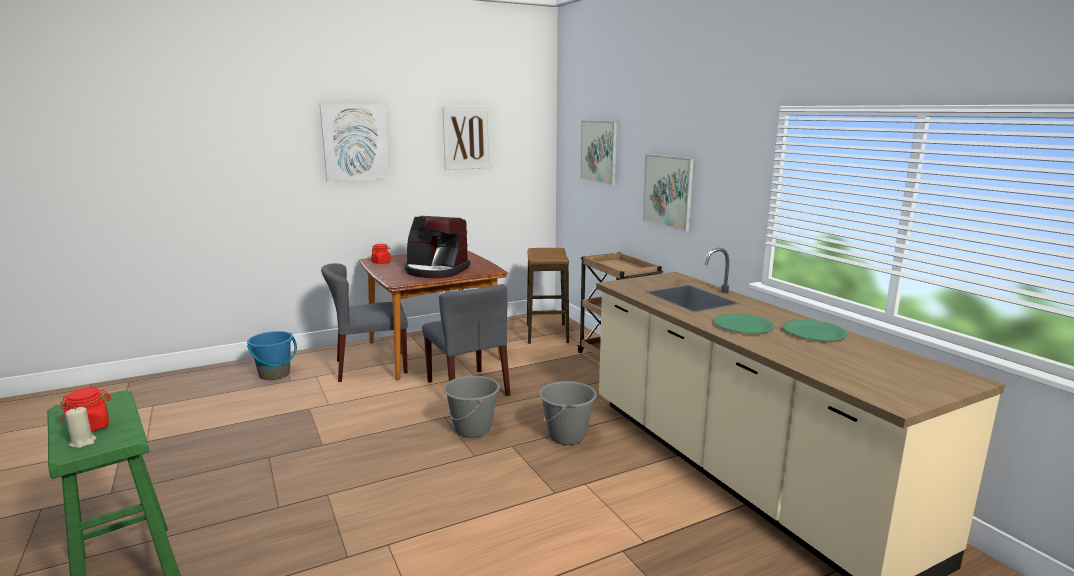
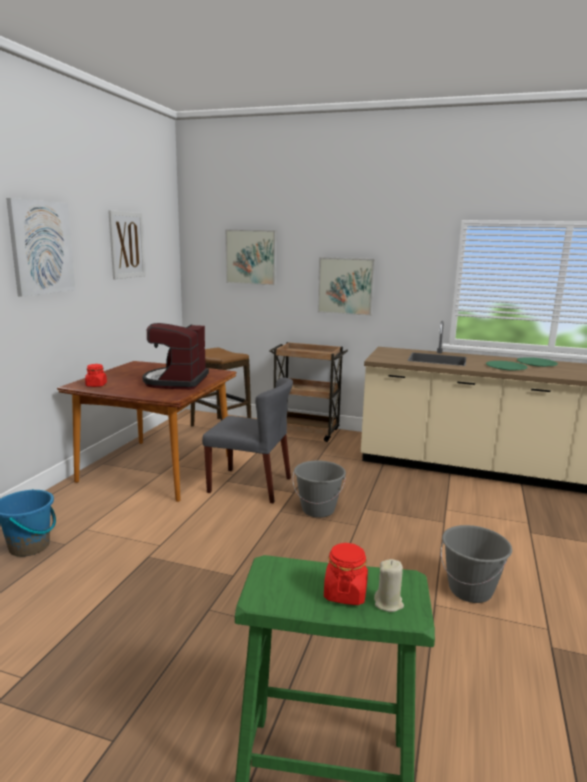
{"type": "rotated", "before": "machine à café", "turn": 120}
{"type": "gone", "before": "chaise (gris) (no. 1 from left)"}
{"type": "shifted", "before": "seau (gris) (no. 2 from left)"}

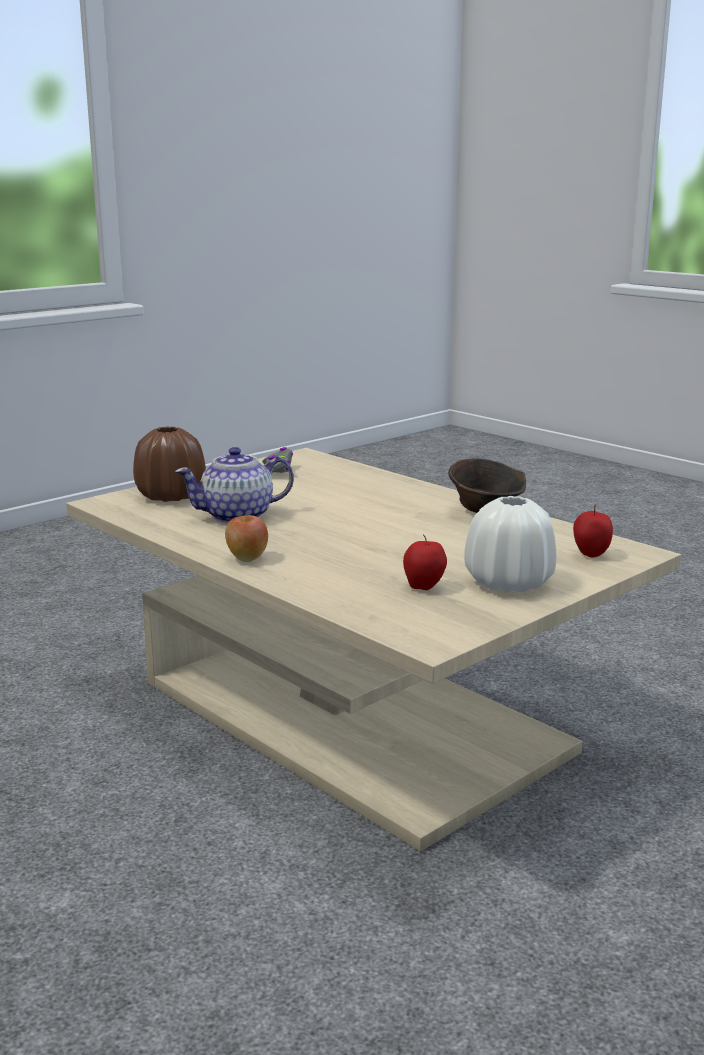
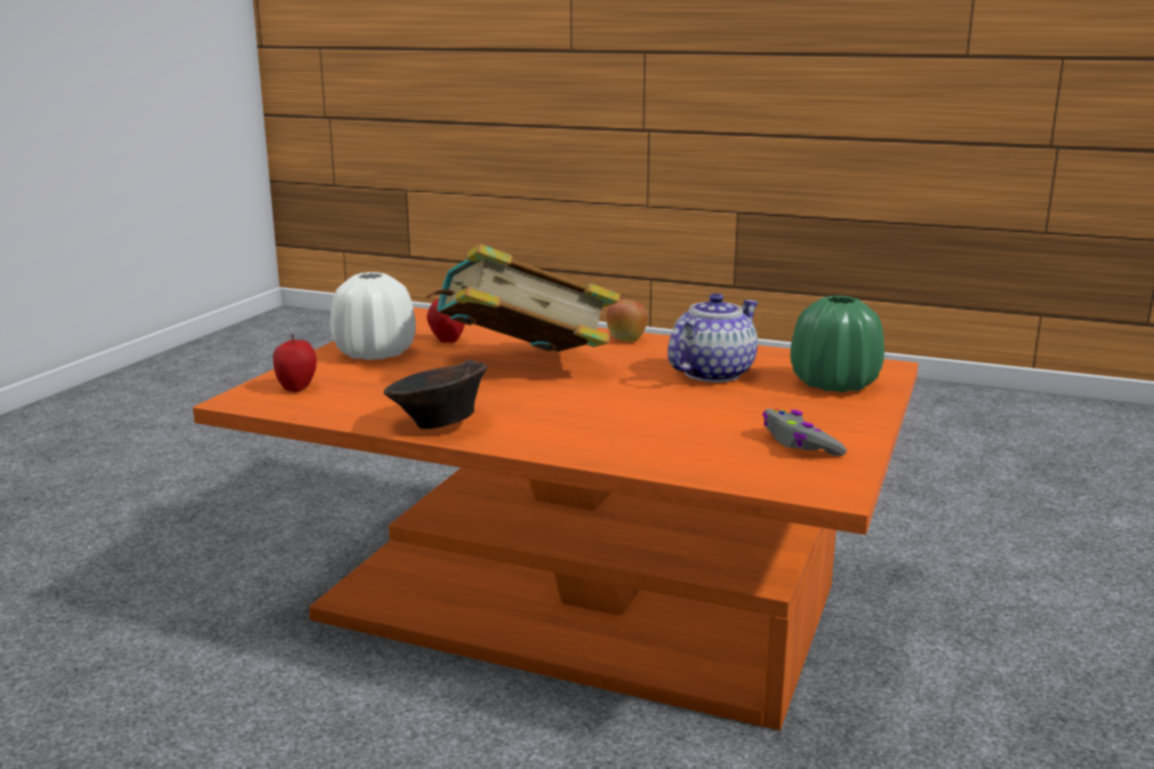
{"type": "repainted", "before": "vase (marron)", "after": "vase (vert)"}
{"type": "repainted", "before": "table basse (beige)", "after": "table basse (orange)"}
{"type": "new", "after": "livre"}

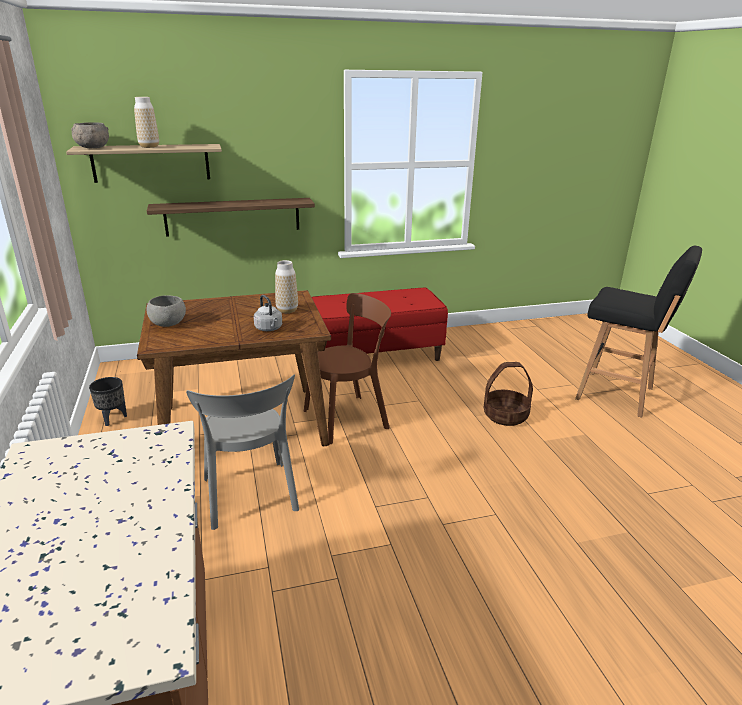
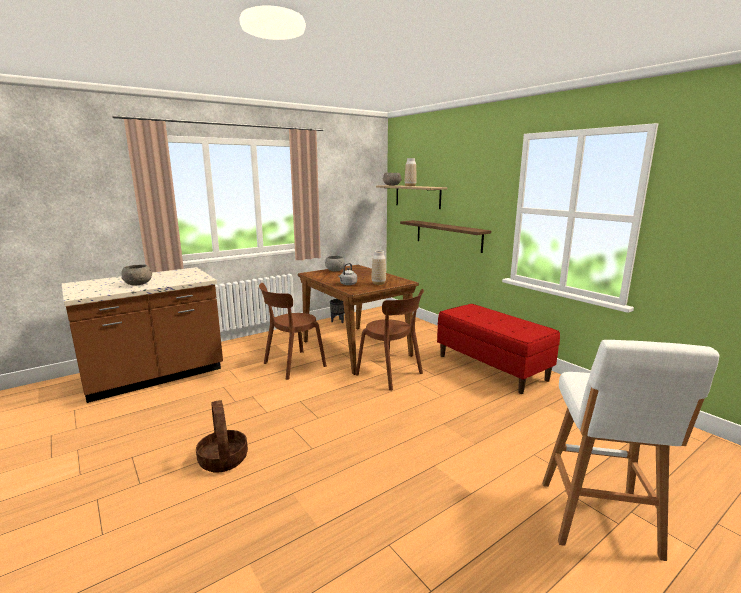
{"type": "repainted", "before": "tabouret (noir)", "after": "tabouret (blanc)"}
{"type": "shifted", "before": "panier"}
{"type": "repainted", "before": "chaise (gris)", "after": "chaise (marron) (no. 1 from left)"}
{"type": "new", "after": "bol (gris) (no. 1 from left)"}

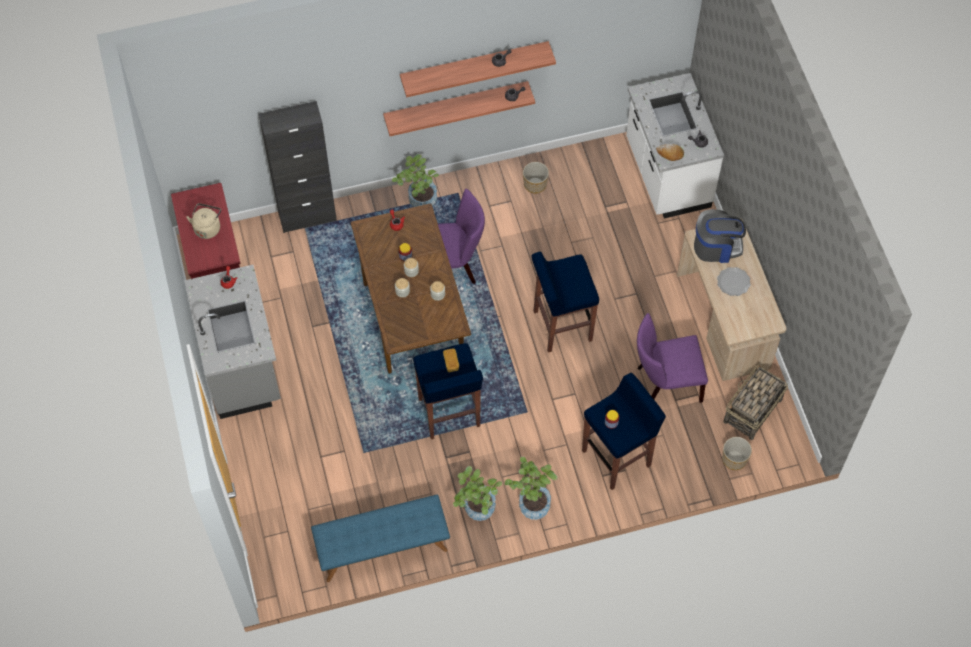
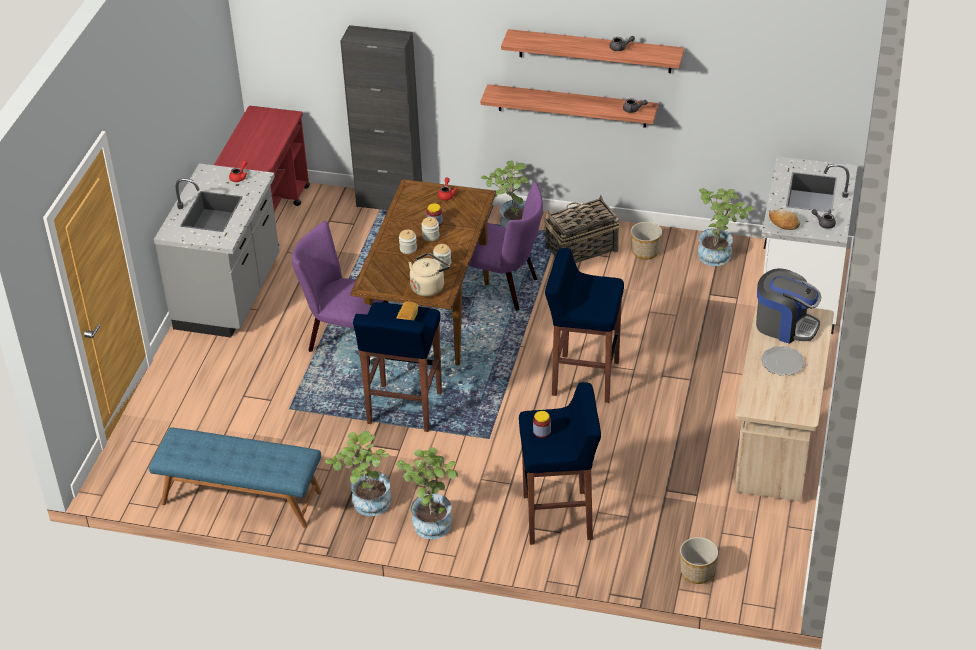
{"type": "shifted", "before": "bouilloire (beige)"}
{"type": "shifted", "before": "chaise (violet) (no. 2 from left in the first image)", "after": "chaise (violet) (no. 1 from left)"}
{"type": "shifted", "before": "panier"}
{"type": "new", "after": "plante en pot (no. 4 from left)"}

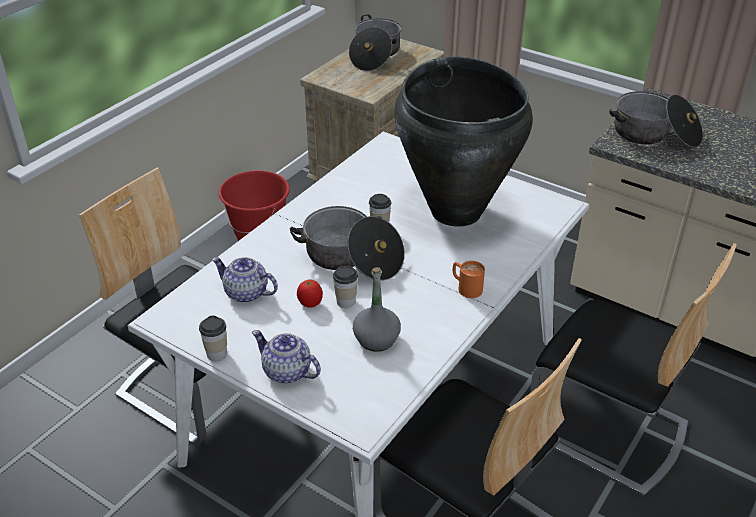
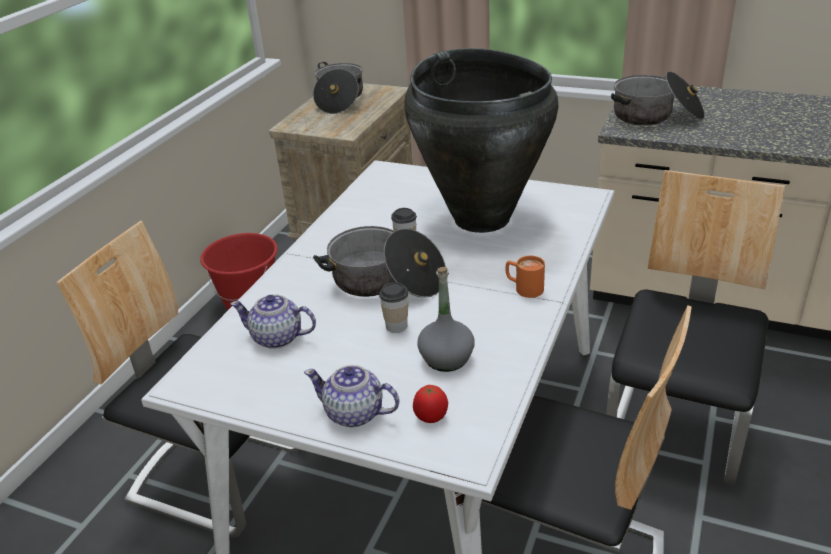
{"type": "rotated", "before": "chaise (no. 3 from left)", "turn": -90}
{"type": "shifted", "before": "tomate"}
{"type": "gone", "before": "tasse (no. 1 from left)"}

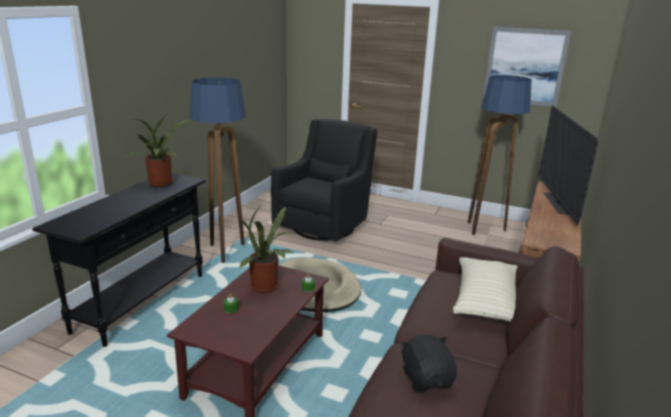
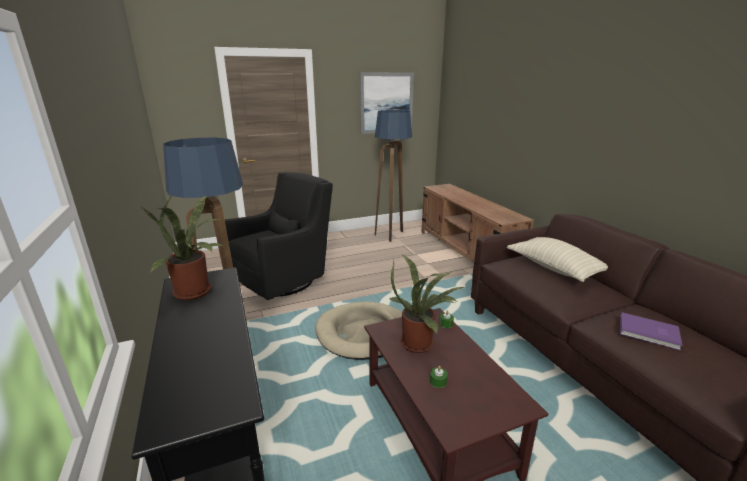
{"type": "gone", "before": "téléviseur"}
{"type": "rotated", "before": "fauteuil (noir)", "turn": 60}
{"type": "swapped", "before": "peluche (noir)", "after": "livre (violet)"}

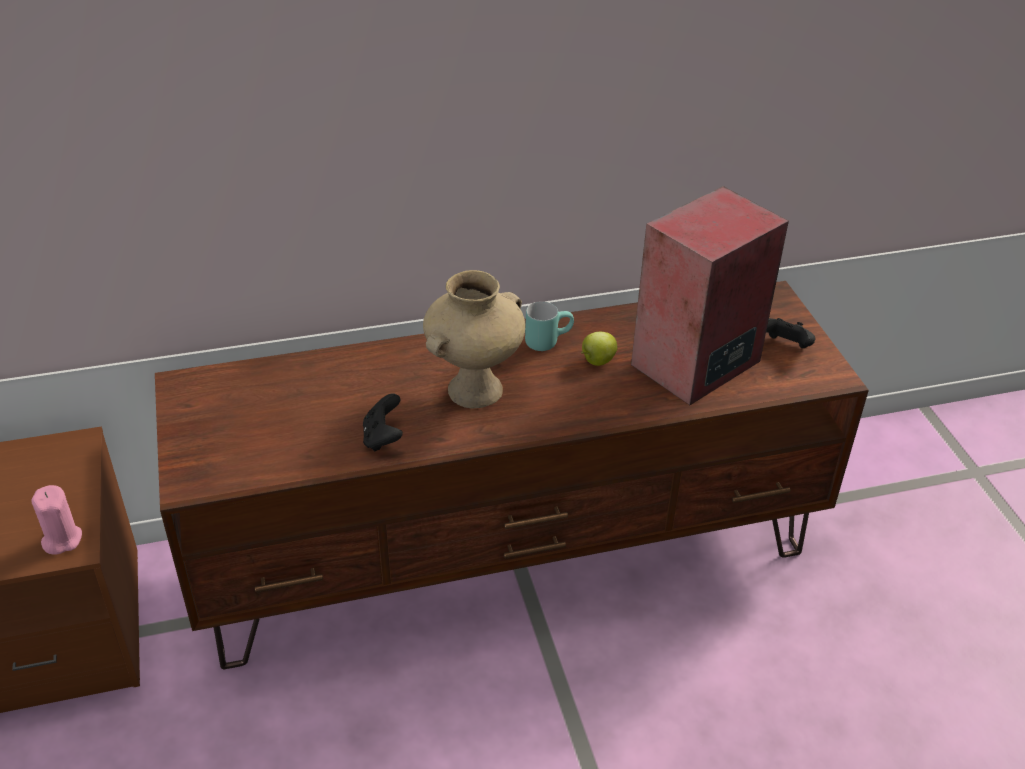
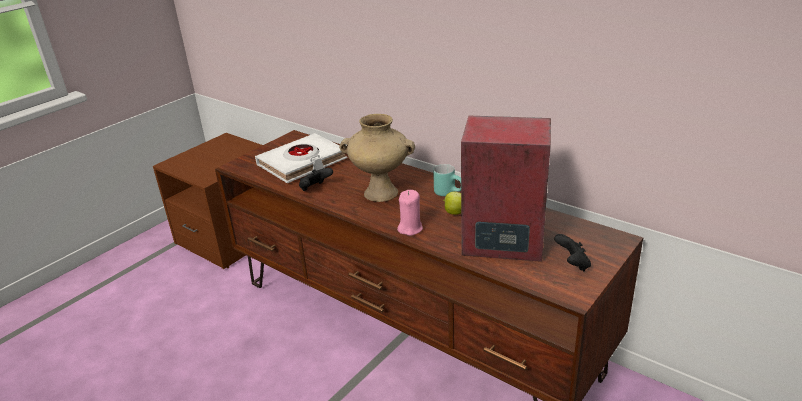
{"type": "shifted", "before": "bougie (rose)"}
{"type": "new", "after": "livre (blanc)"}

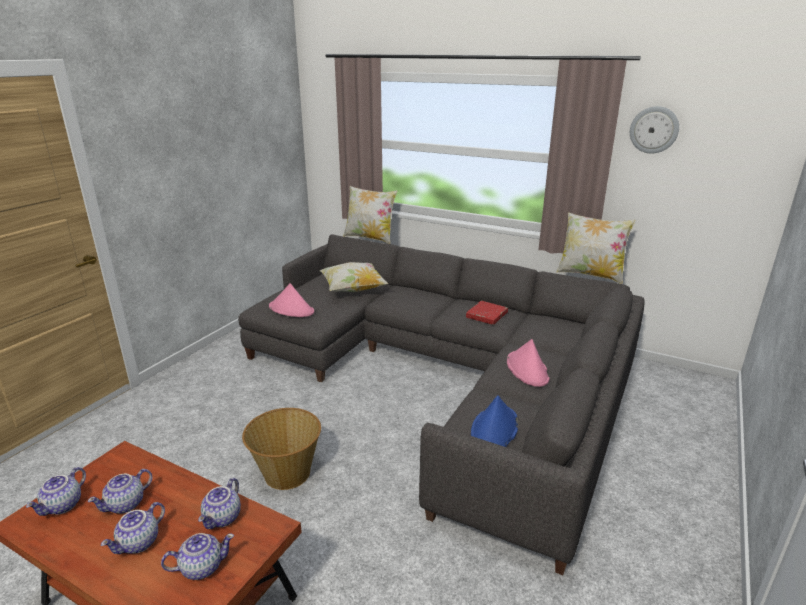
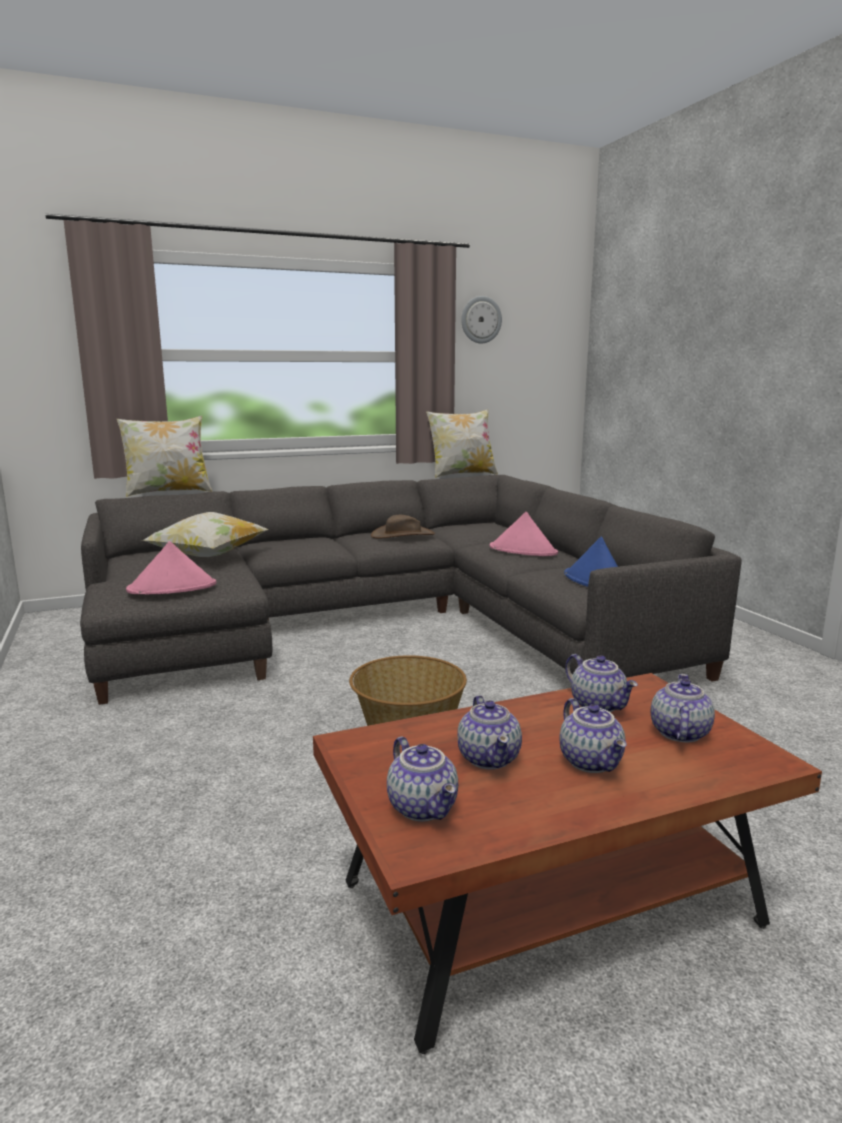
{"type": "swapped", "before": "livre (rouge)", "after": "chapeau (marron)"}

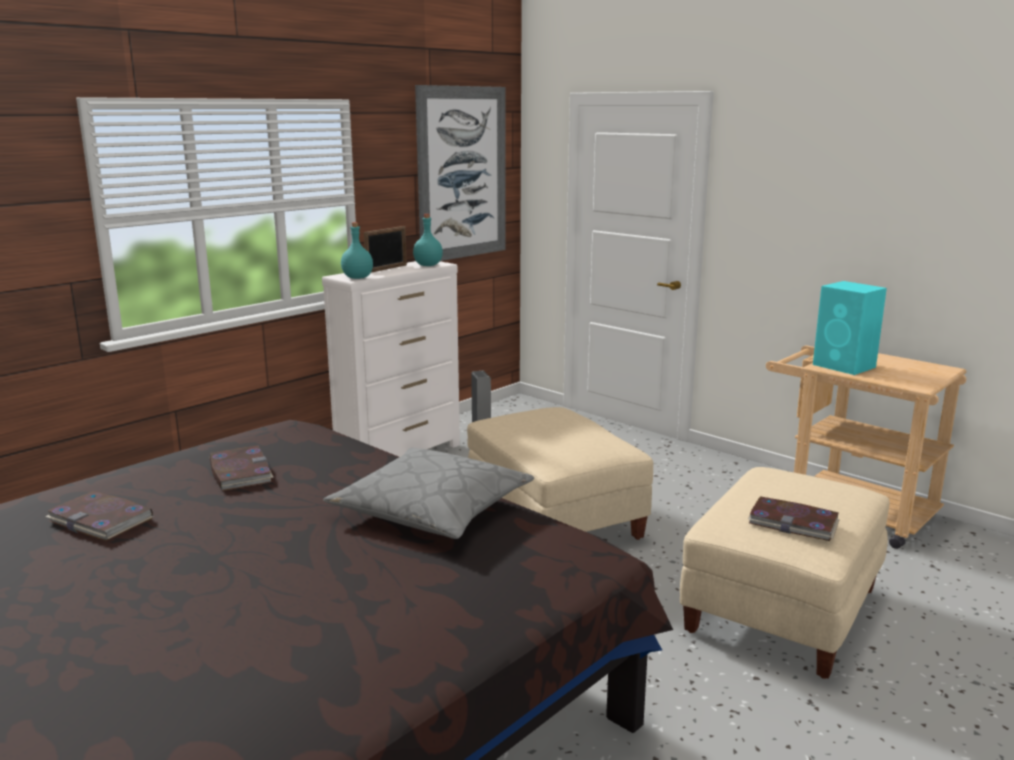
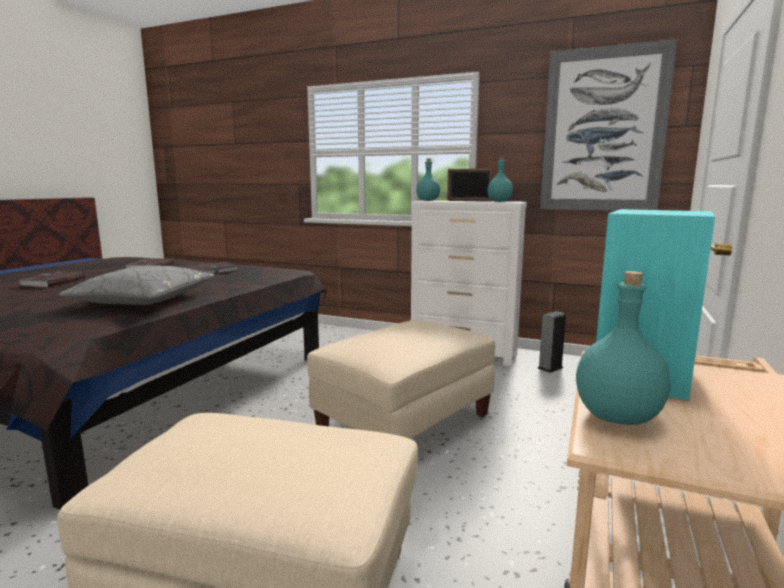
{"type": "shifted", "before": "livre (no. 3 from left in the first image)", "after": "livre (no. 1 from left)"}
{"type": "new", "after": "bouteille (turquoise) (no. 3 from left)"}

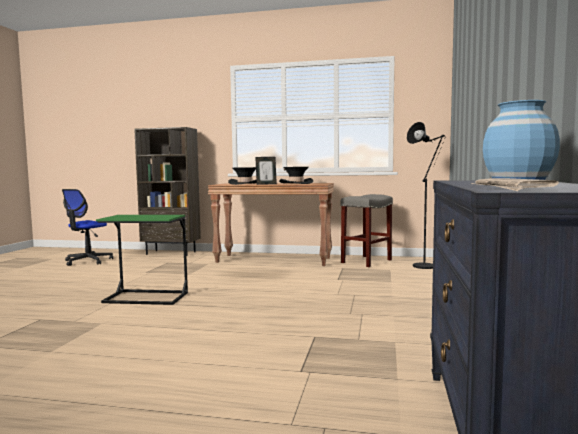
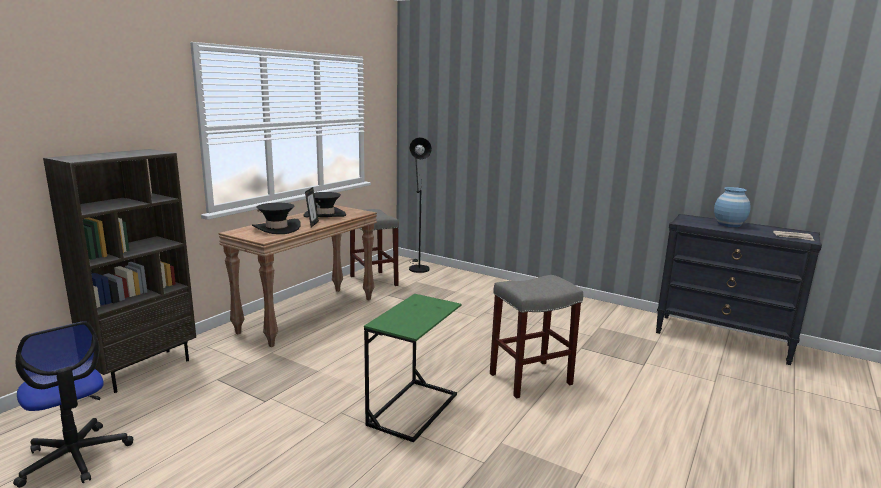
{"type": "new", "after": "tabouret (gris) (no. 2 from left)"}

